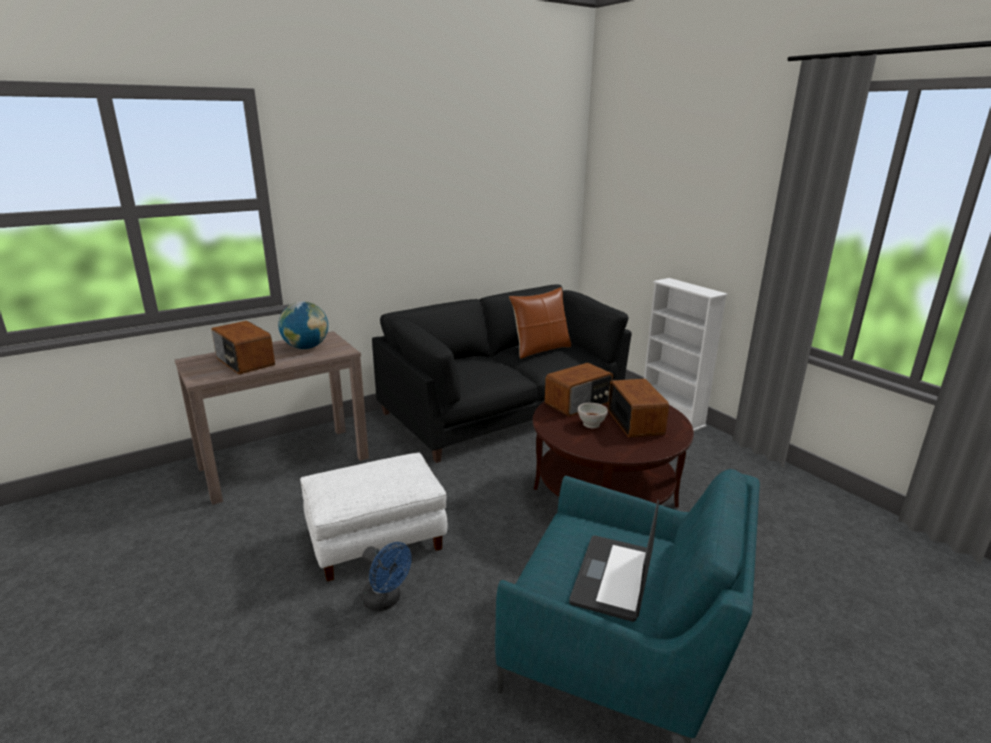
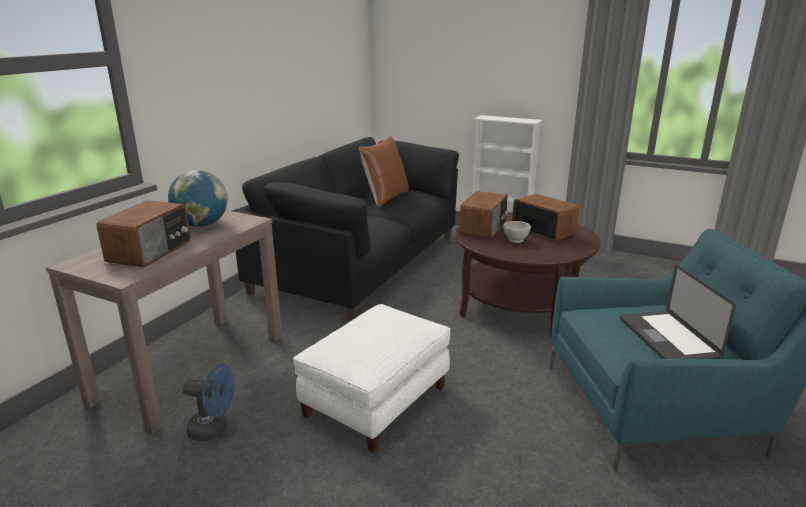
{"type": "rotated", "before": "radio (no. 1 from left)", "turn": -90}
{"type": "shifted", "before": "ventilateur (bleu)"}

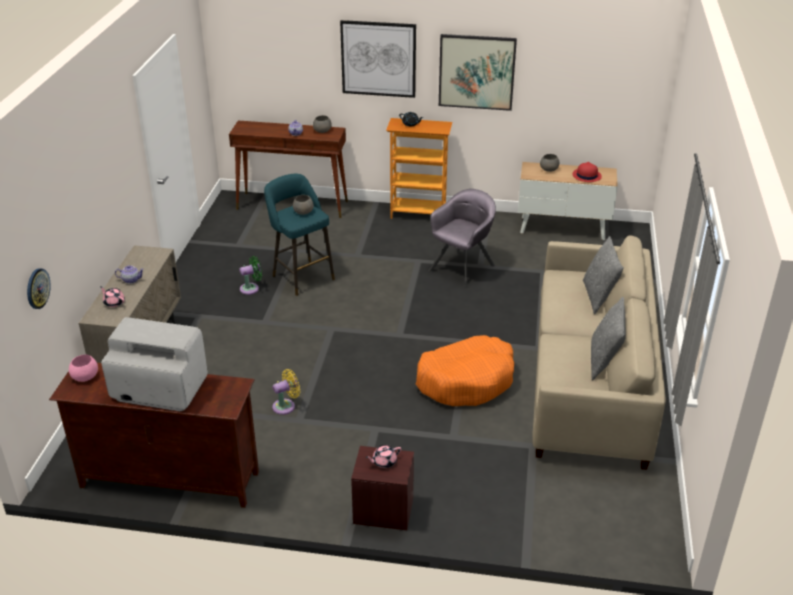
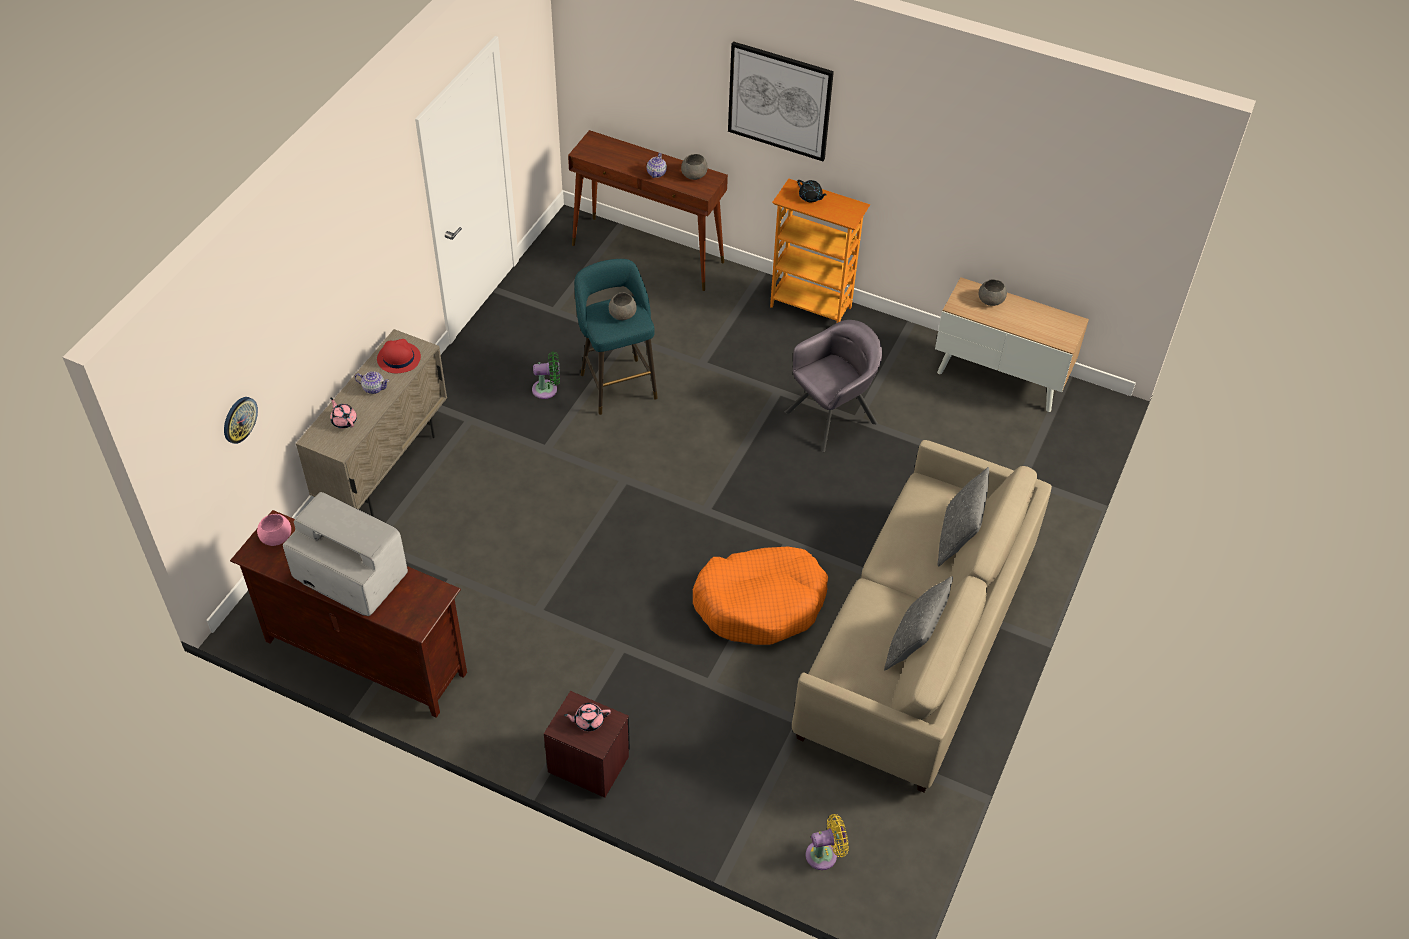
{"type": "gone", "before": "tableau (no. 2 from left)"}
{"type": "shifted", "before": "chapeau (rouge)"}
{"type": "shifted", "before": "ventilateur (jaune)"}

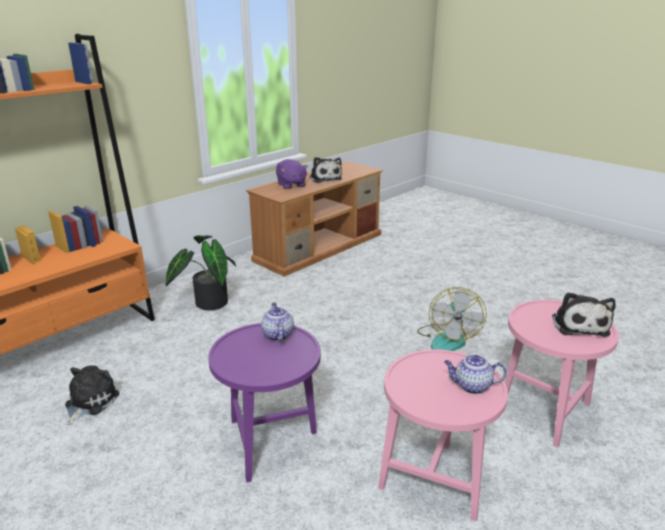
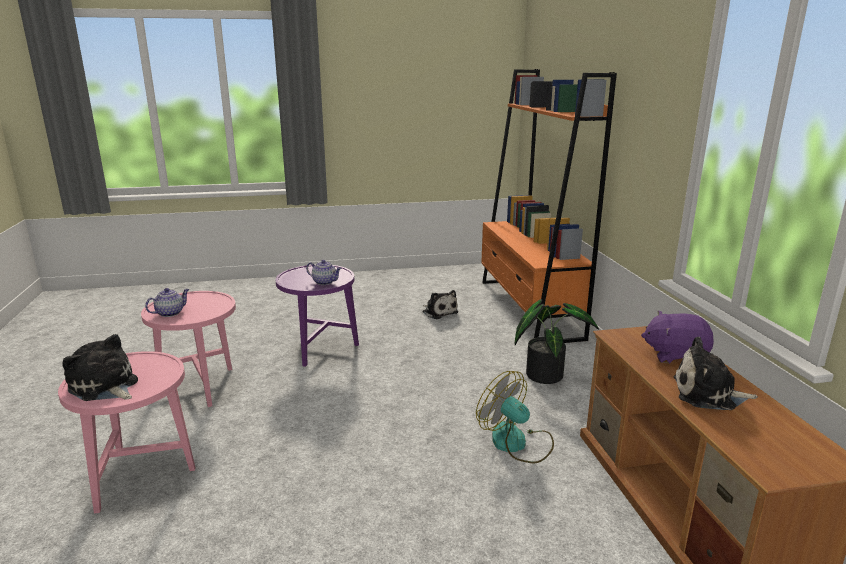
{"type": "shifted", "before": "ventilateur"}

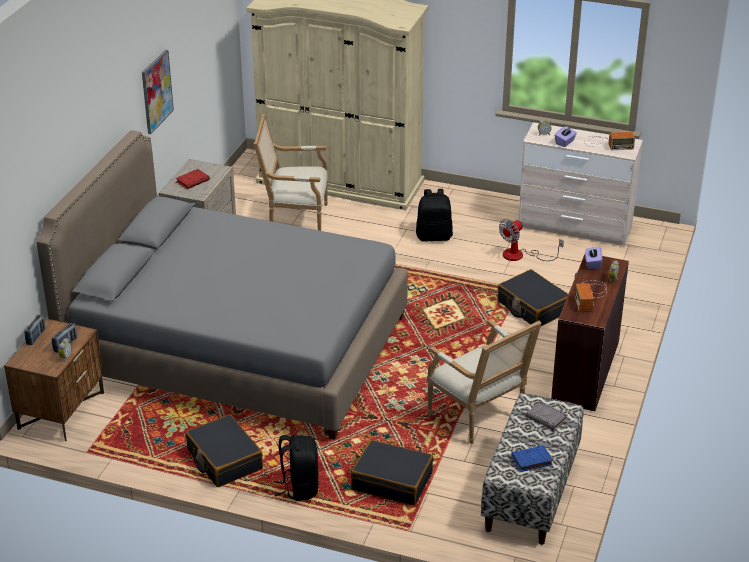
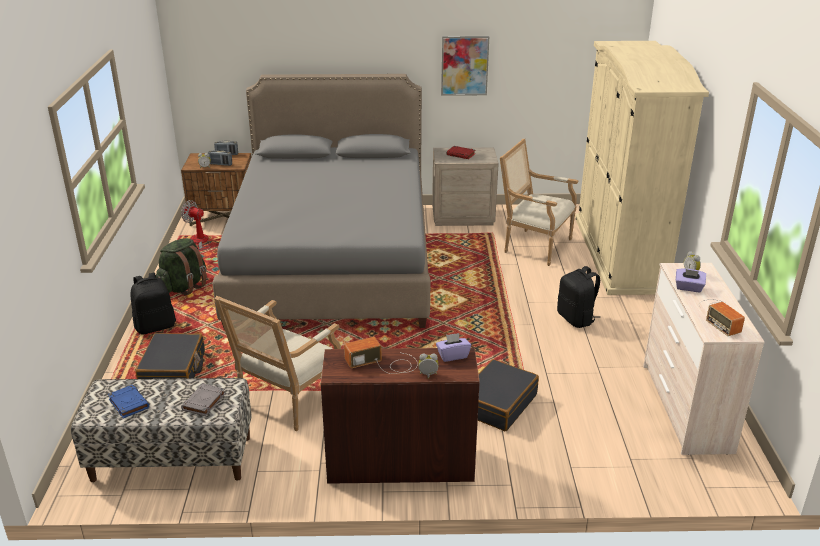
{"type": "rotated", "before": "fauteuil (no. 1 from left in the first image)", "turn": -45}
{"type": "shifted", "before": "ventilateur"}
{"type": "swapped", "before": "valise (noir) (no. 1 from left)", "after": "sac à dos (vert)"}

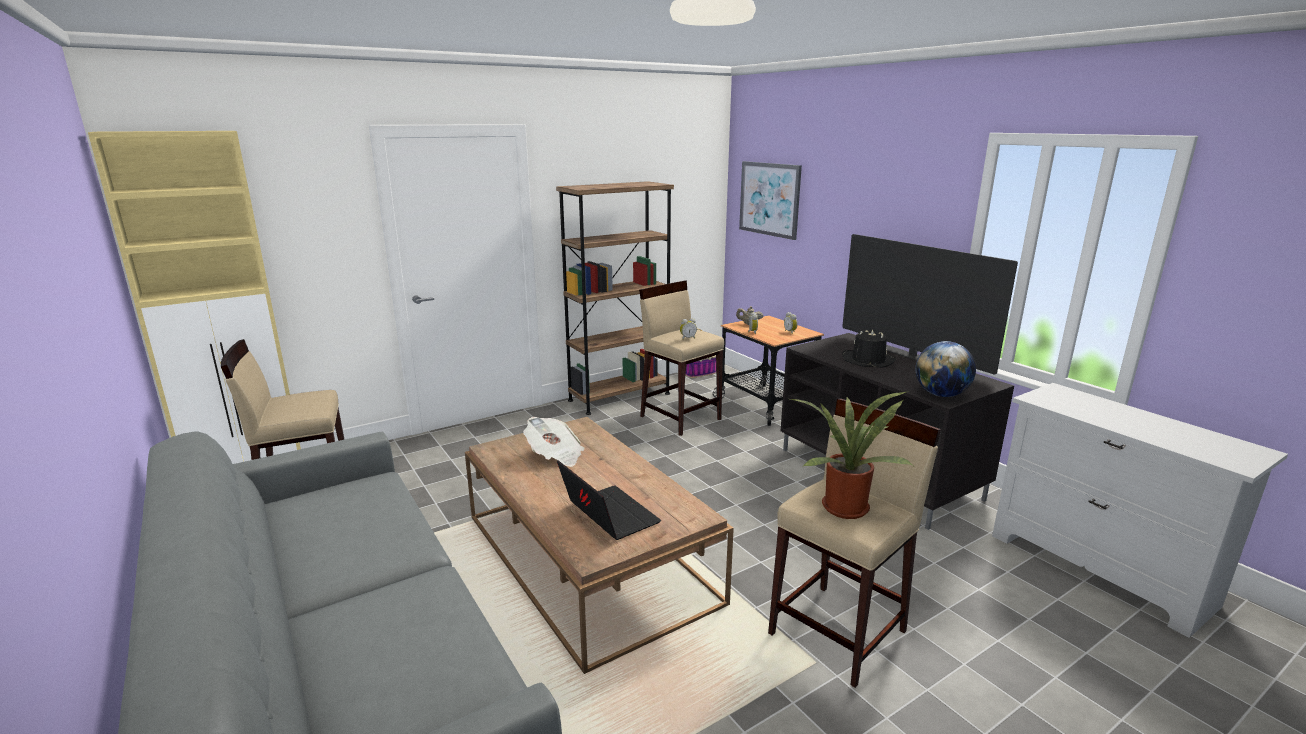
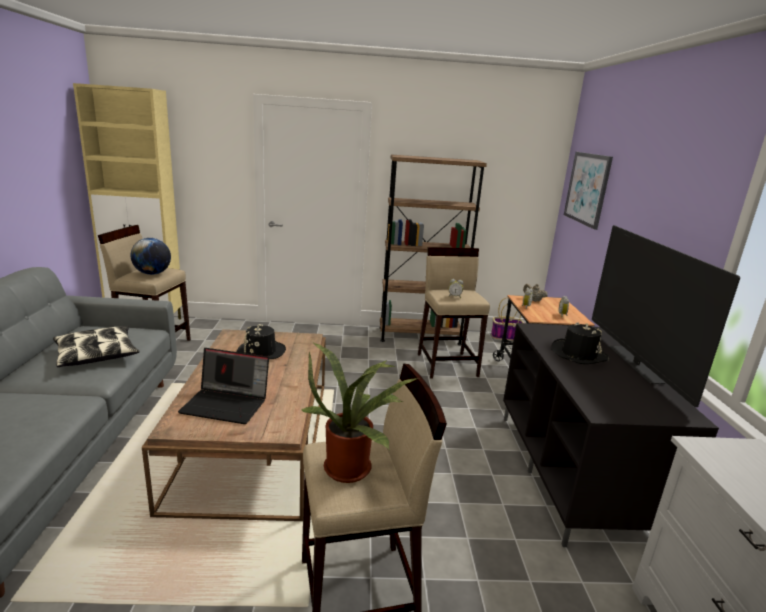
{"type": "shifted", "before": "globe"}
{"type": "swapped", "before": "journal", "after": "chapeau (noir) (no. 1 from left)"}
{"type": "rotated", "before": "ordinateur portable", "turn": 105}
{"type": "new", "after": "coussin"}

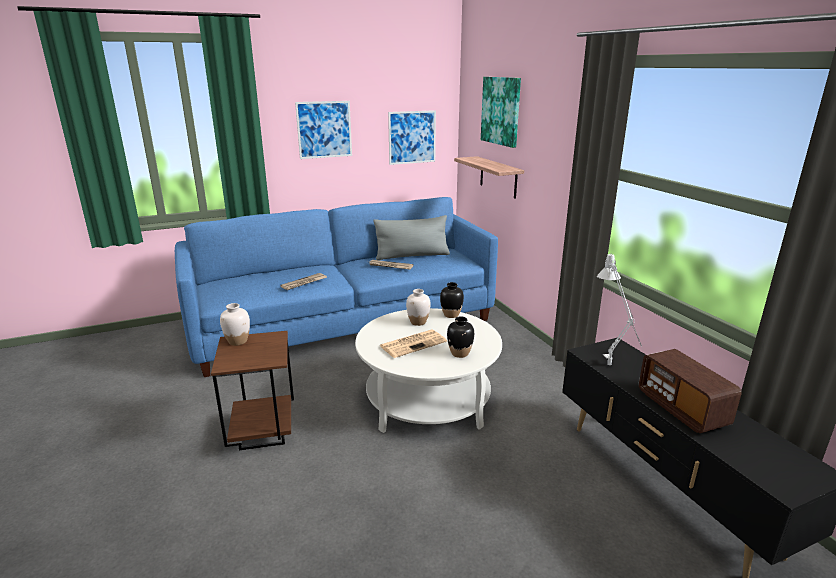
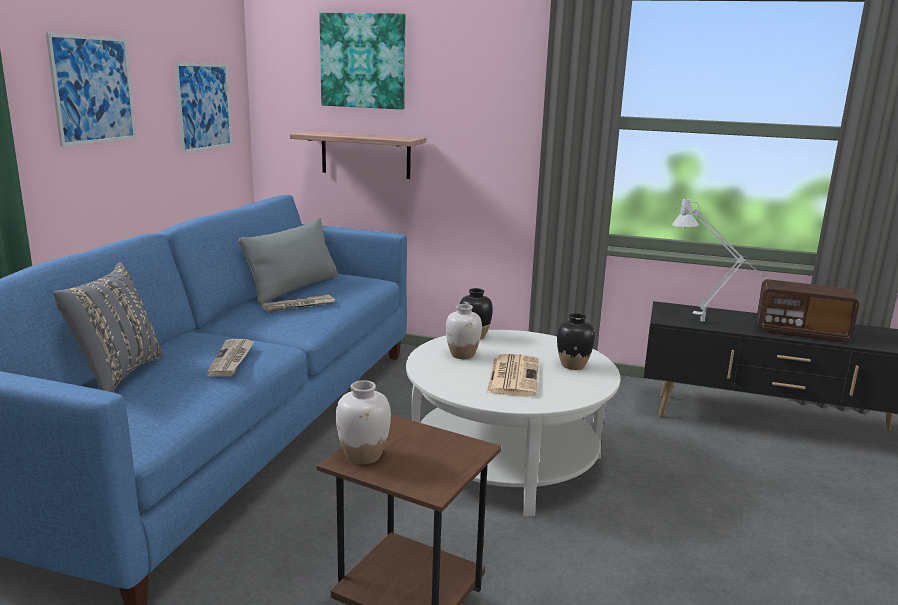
{"type": "new", "after": "coussin (gris) (no. 1 from left)"}

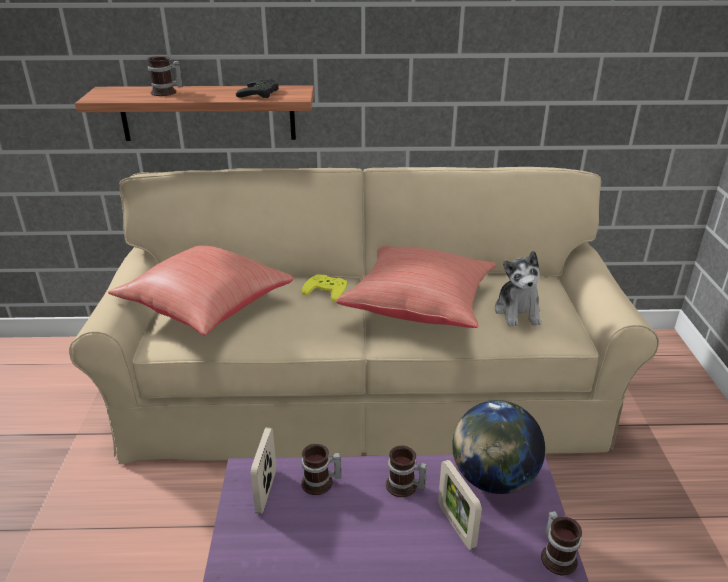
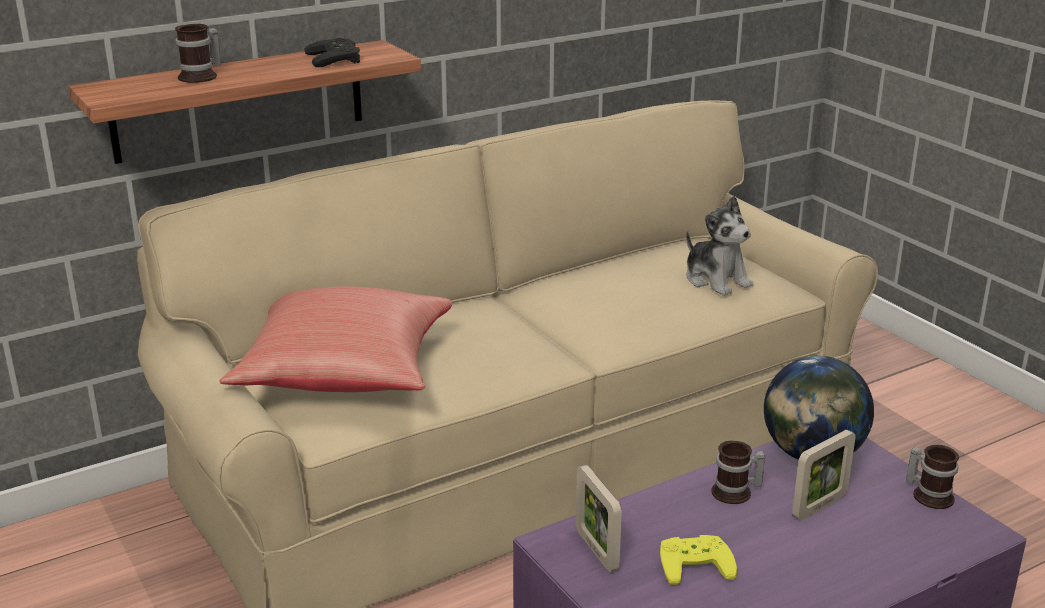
{"type": "gone", "before": "coussin (rouge) (no. 2 from left)"}
{"type": "shifted", "before": "manette (jaune)"}
{"type": "gone", "before": "mug (no. 2 from left)"}
{"type": "rotated", "before": "cadre photo (no. 2 from left)", "turn": -75}

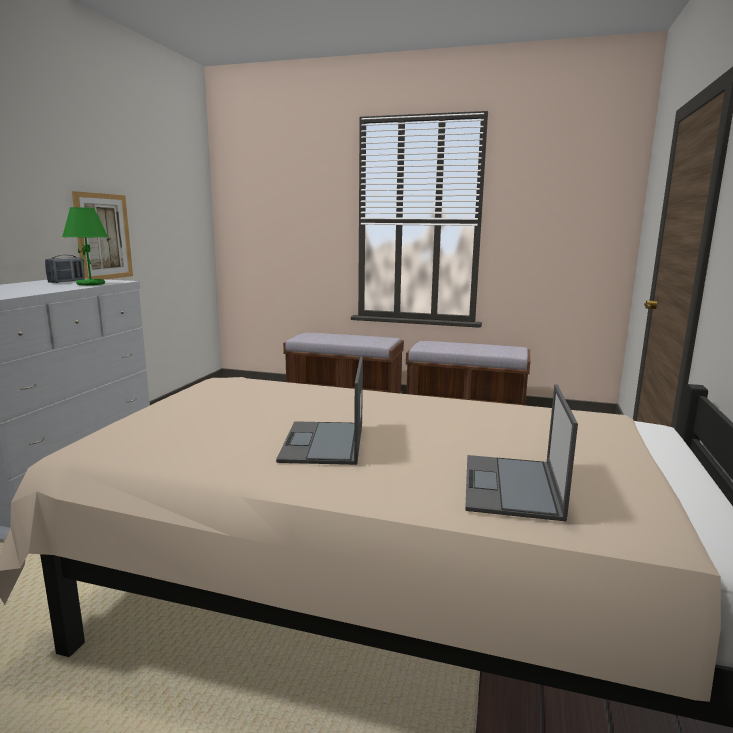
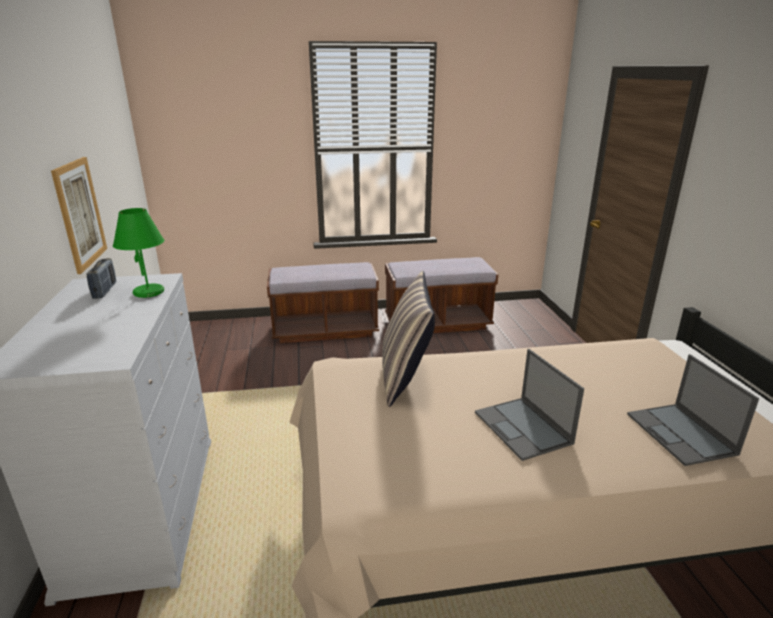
{"type": "new", "after": "coussin"}

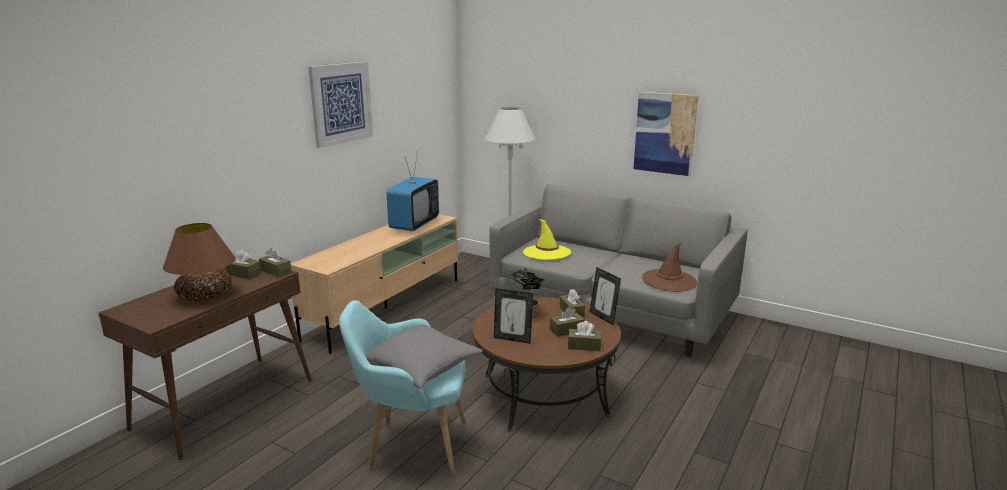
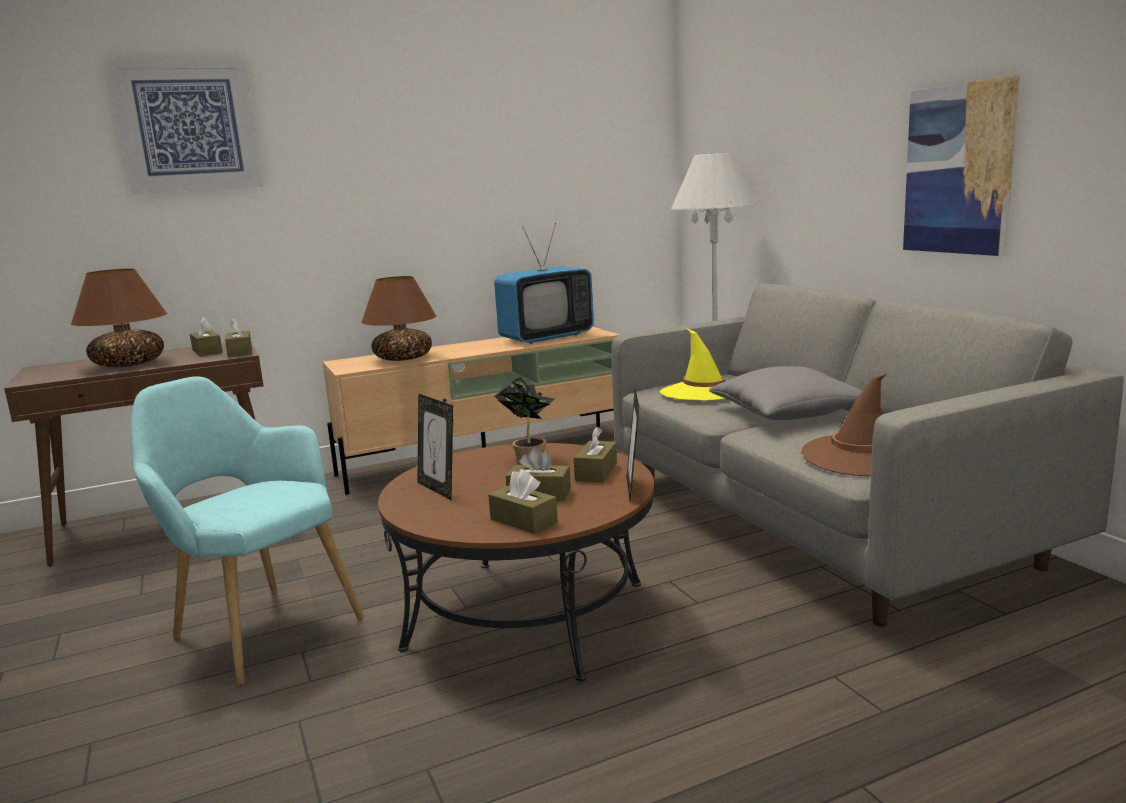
{"type": "shifted", "before": "tableau (no. 1 from left)"}
{"type": "shifted", "before": "coussin (gris)"}
{"type": "new", "after": "lampe de table (marron) (no. 2 from left)"}

